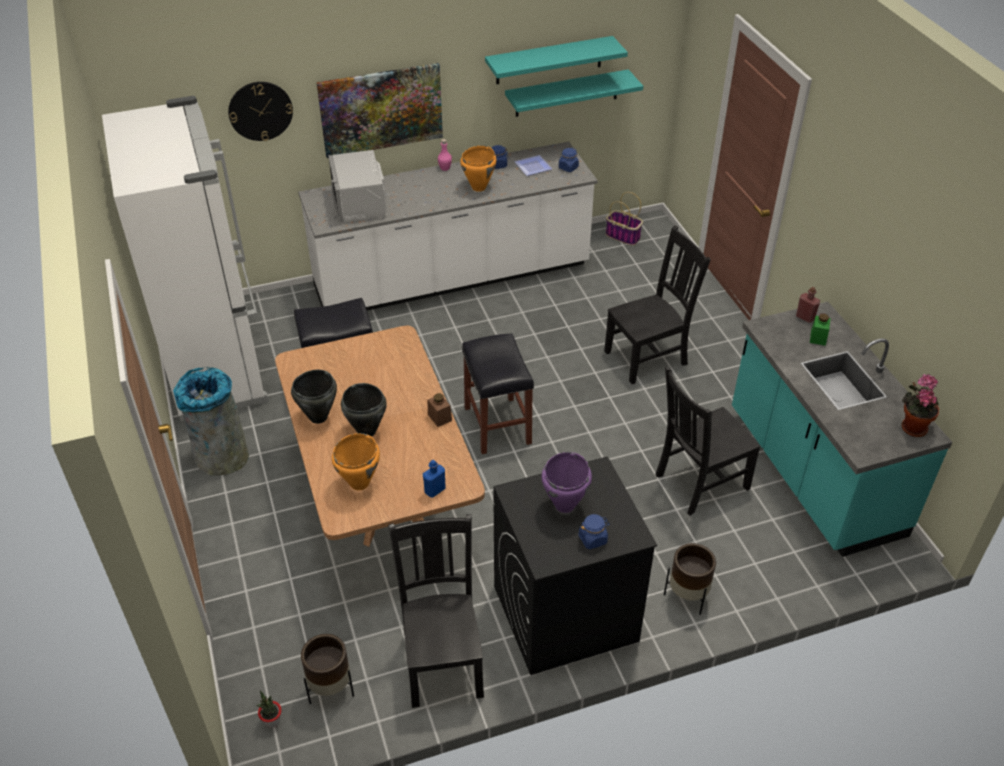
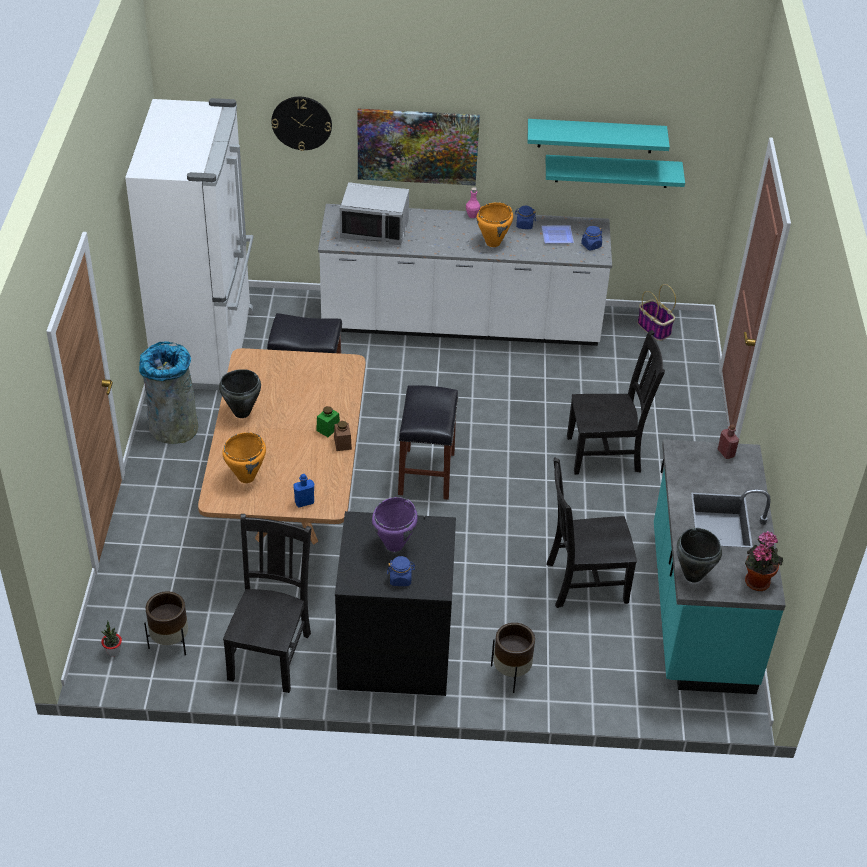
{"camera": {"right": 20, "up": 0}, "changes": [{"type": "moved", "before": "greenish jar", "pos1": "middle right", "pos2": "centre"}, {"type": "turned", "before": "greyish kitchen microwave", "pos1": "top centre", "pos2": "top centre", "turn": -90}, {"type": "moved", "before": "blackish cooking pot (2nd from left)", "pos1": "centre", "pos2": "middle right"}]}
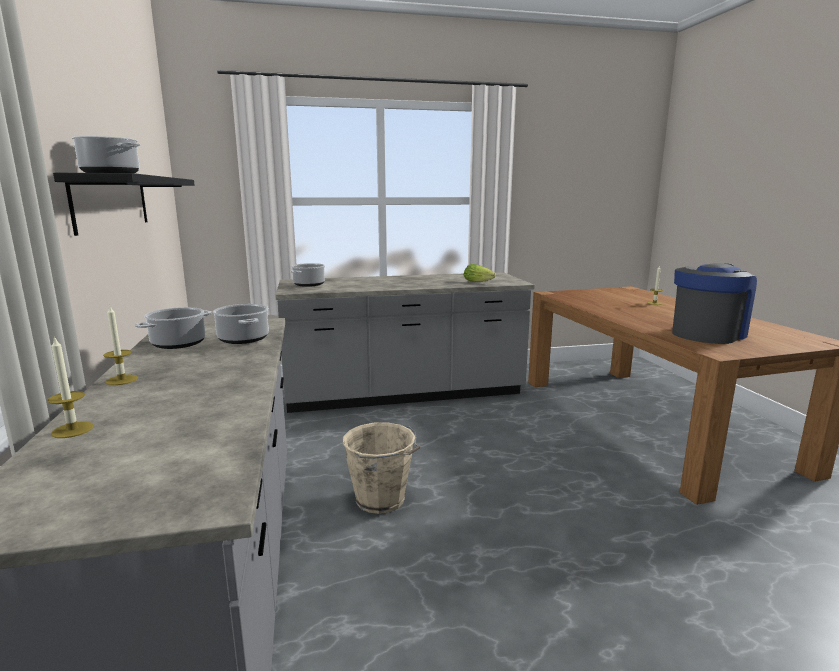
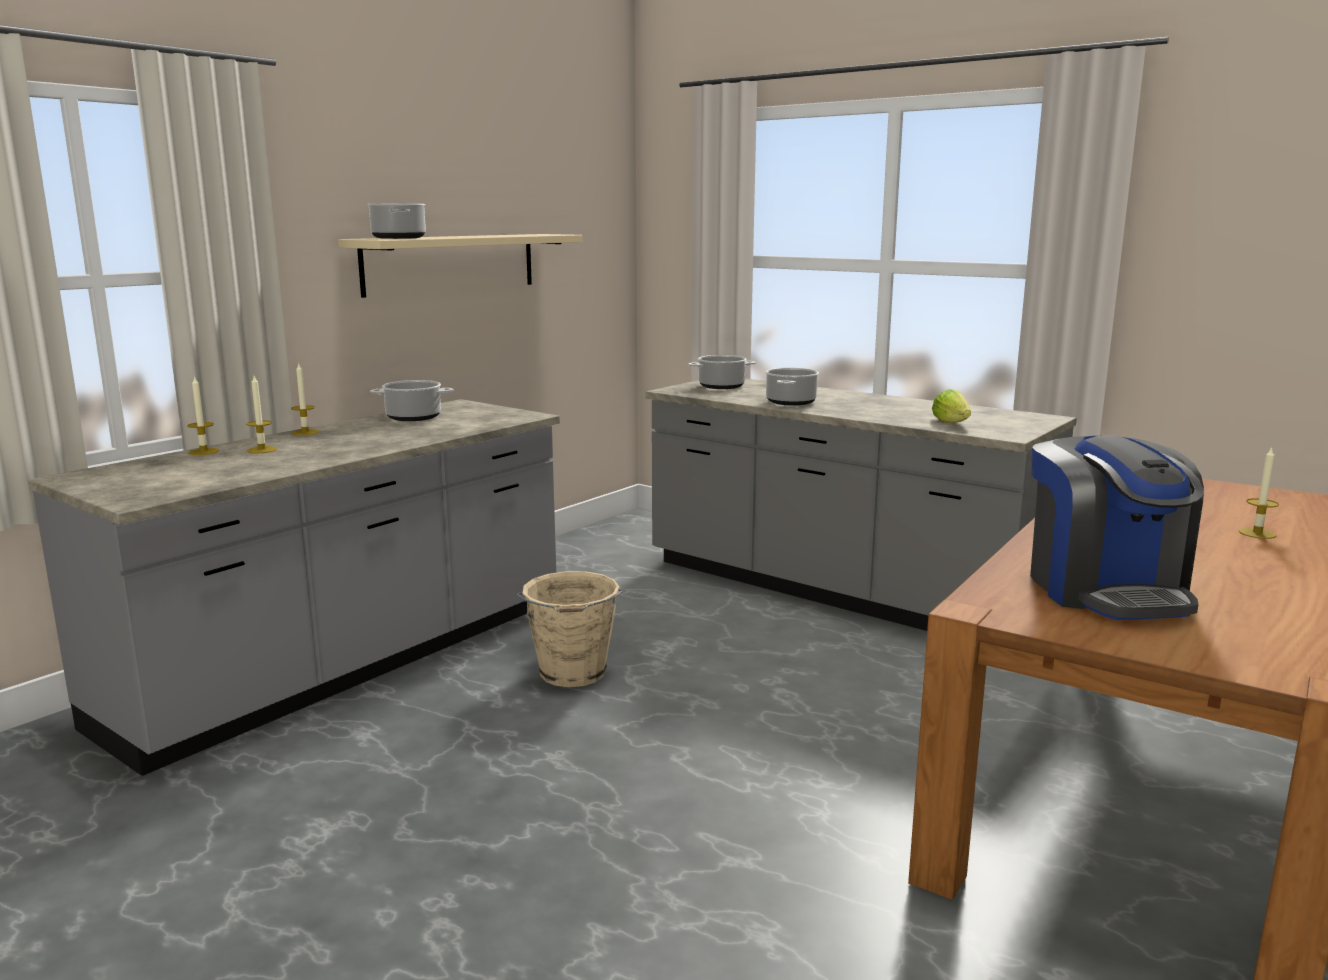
{"camera": {"right": 50, "up": 0}, "changes": [{"type": "added", "after": "wax candle (2nd from left)", "pos2": "middle left"}, {"type": "recoloured", "before": "blackish bracket shelf", "after": "sand-coloured bracket shelf", "pos1": "top left", "pos2": "top centre"}, {"type": "moved", "before": "cooking pot (3rd from left in the first image)", "after": "cooking pot (4th from left)", "pos1": "middle left", "pos2": "centre"}, {"type": "turned", "before": "coffee brewer", "pos1": "middle right", "pos2": "middle right", "turn": 75}]}
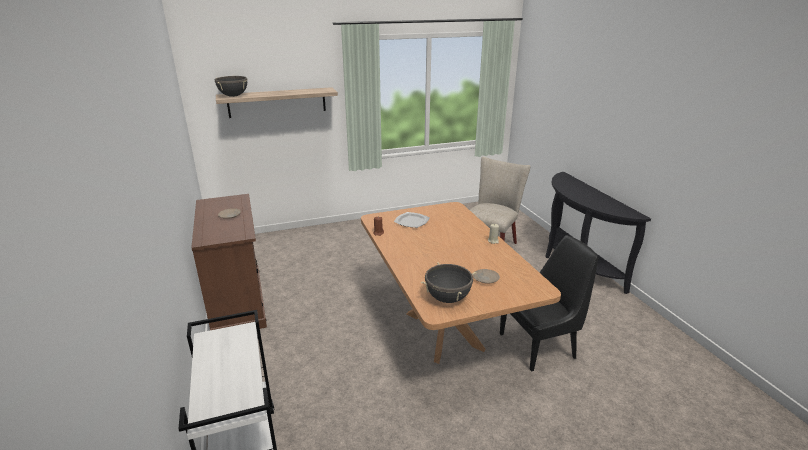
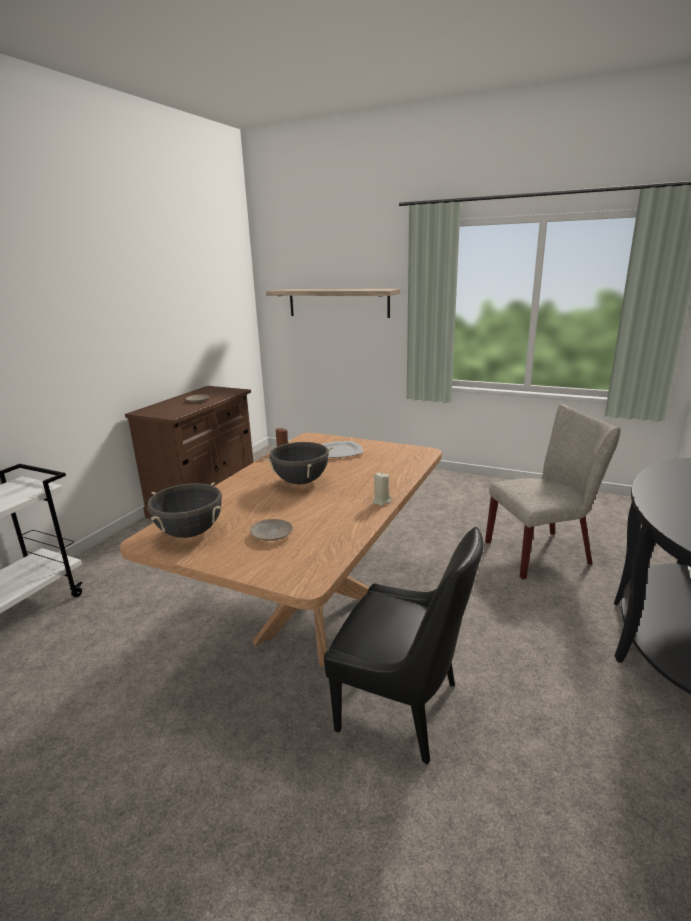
{"camera": {"right": 45, "up": -5}, "changes": [{"type": "moved", "before": "blackish cooking pot (1st from left in the first image)", "after": "blackish cooking pot (2nd from left)", "pos1": "top left", "pos2": "centre"}]}
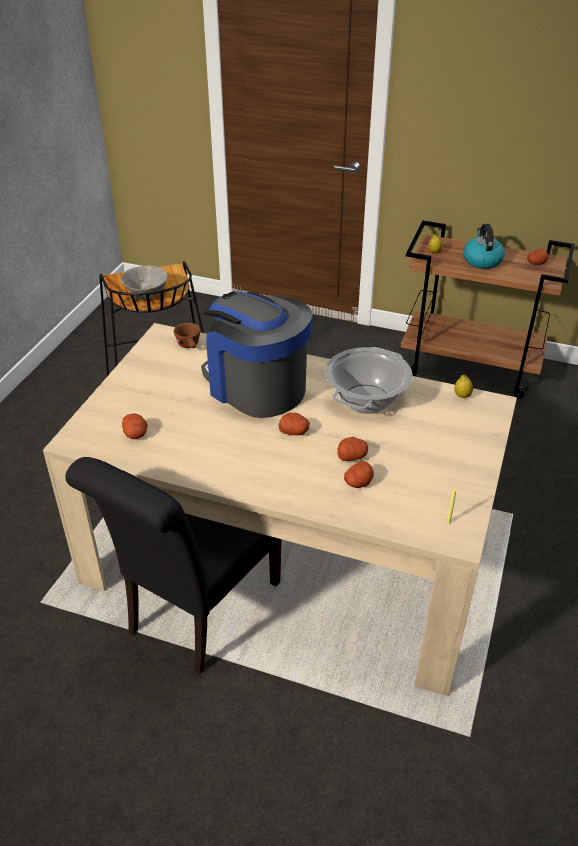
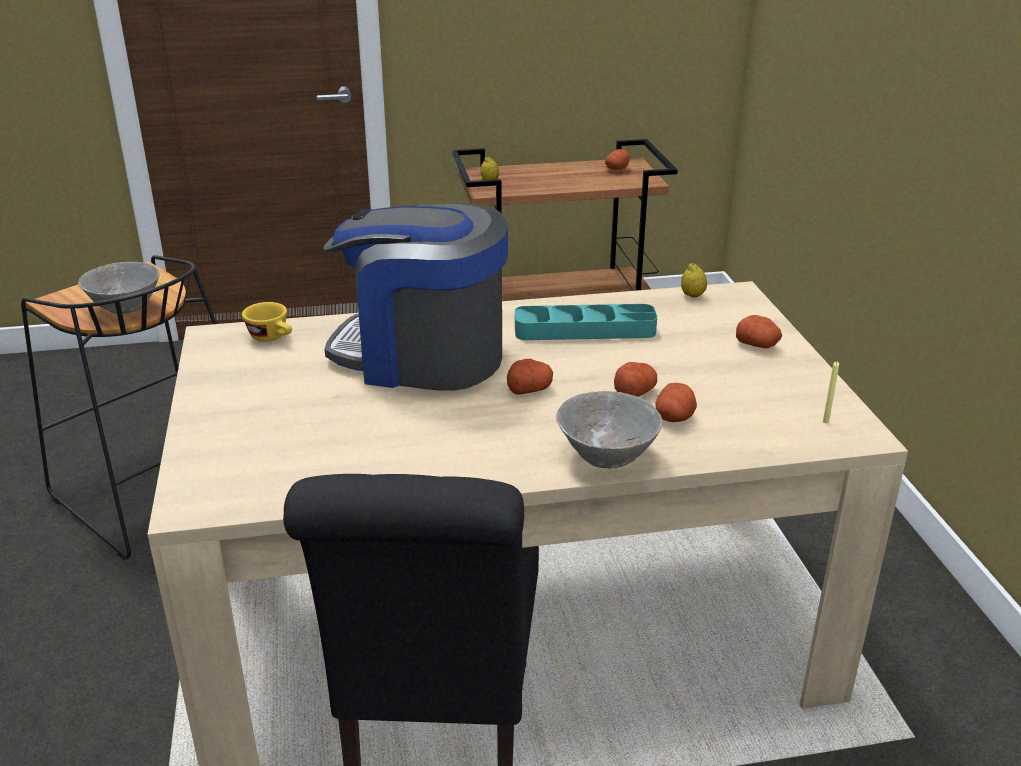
{"camera": {"right": -30, "up": -10}, "changes": [{"type": "recoloured", "before": "brown drinking cup", "after": "yellow-coloured drinking cup", "pos1": "middle left", "pos2": "middle left"}, {"type": "replaced", "before": "cooking pot", "after": "blue-green carrying tray", "pos1": "centre", "pos2": "centre"}, {"type": "added", "after": "greyish deep dish (2nd from left)", "pos2": "centre"}, {"type": "moved", "before": "whole potato (1st from left in the first image)", "after": "whole potato (5th from left)", "pos1": "middle left", "pos2": "middle right"}, {"type": "removed", "before": "tea kettle", "pos1": "top right"}]}
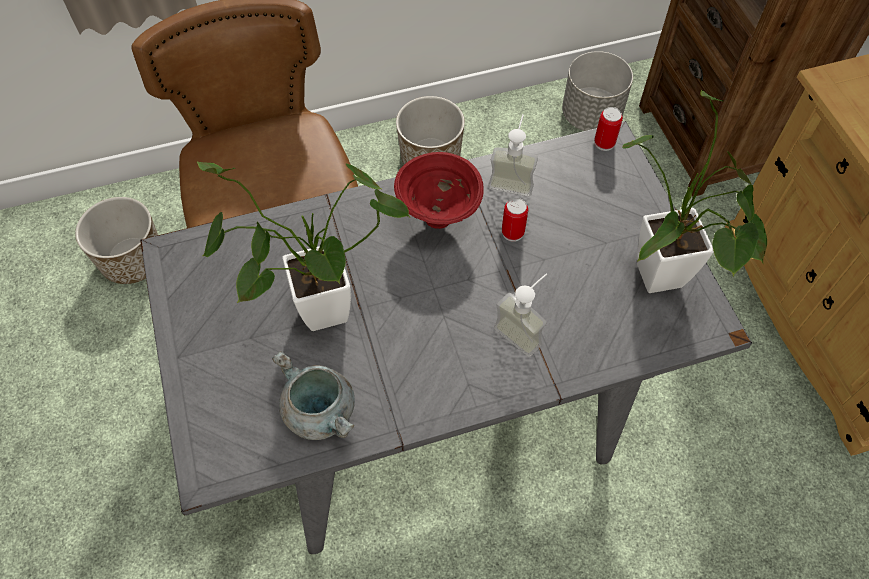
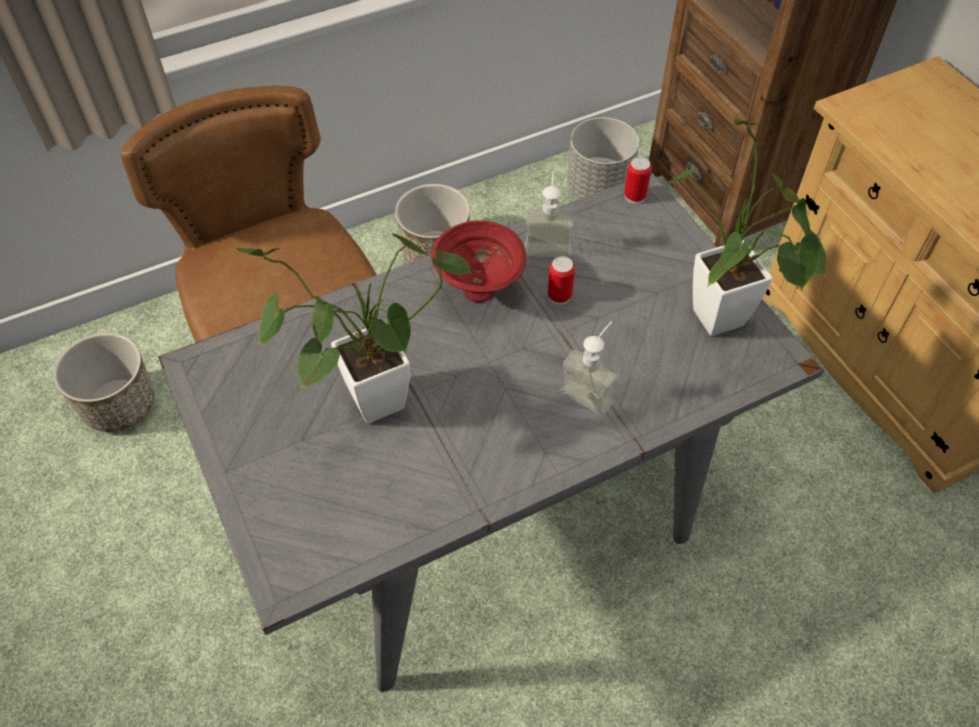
{"camera": {"right": -10, "up": -5}, "changes": [{"type": "removed", "before": "greyish cooking pot", "pos1": "bottom centre"}]}
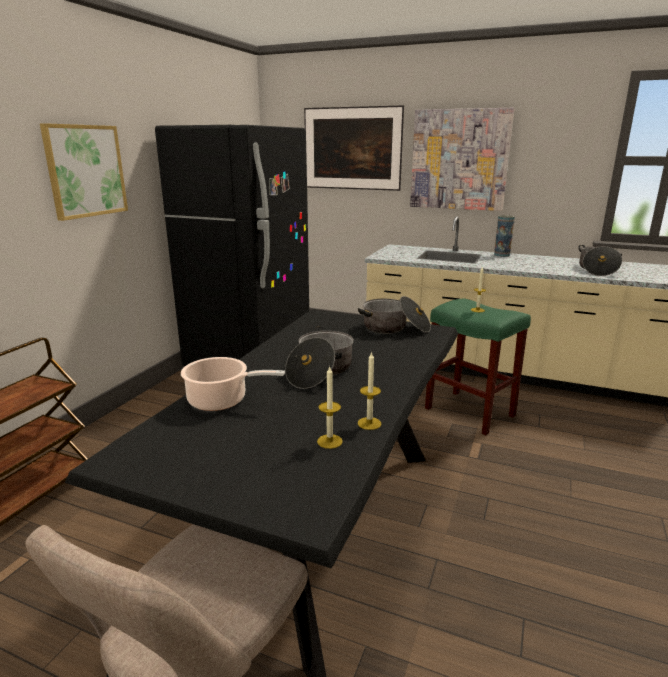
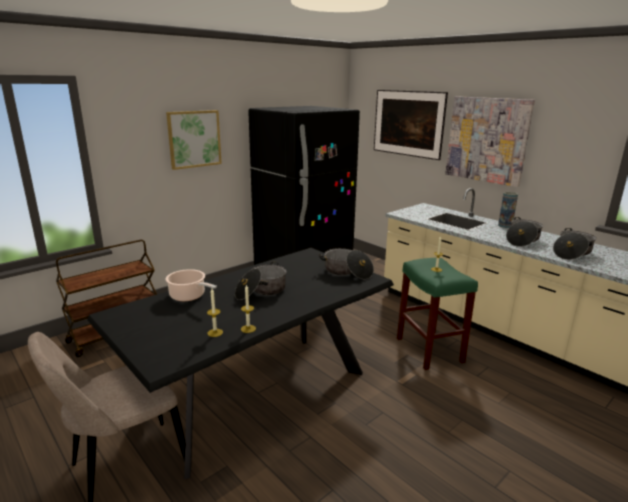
{"camera": {"right": 25, "up": 0}, "changes": [{"type": "added", "after": "cooking pot (4th from left)", "pos2": "middle right"}]}
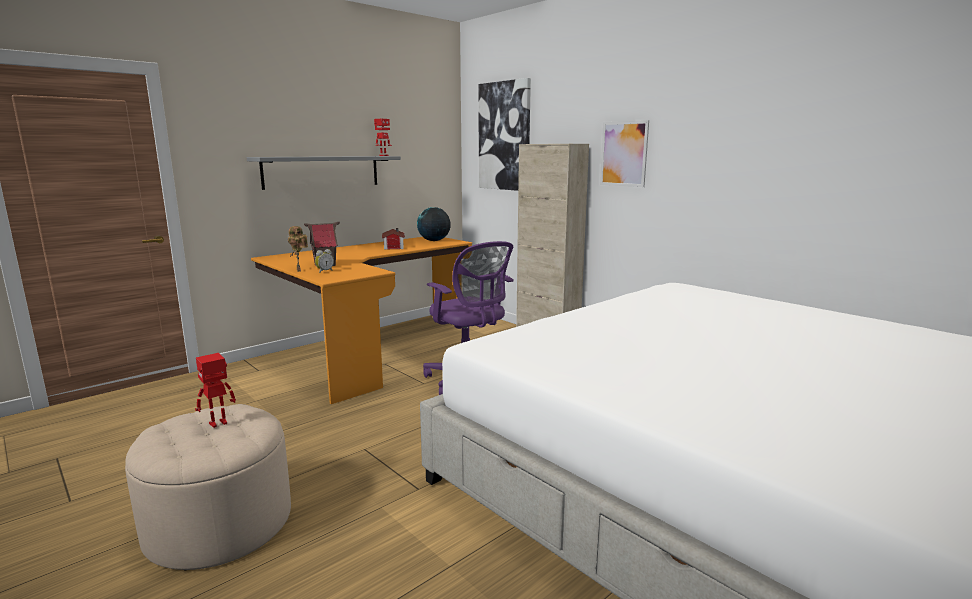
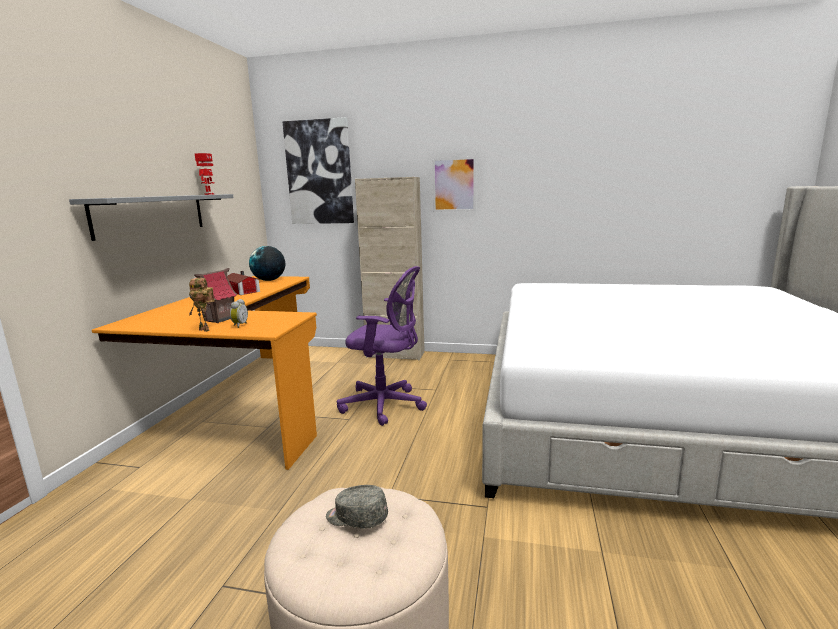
{"camera": {"right": -35, "up": 0}, "changes": [{"type": "replaced", "before": "model robot (1st from left)", "after": "greyish cap", "pos1": "middle left", "pos2": "bottom centre"}]}
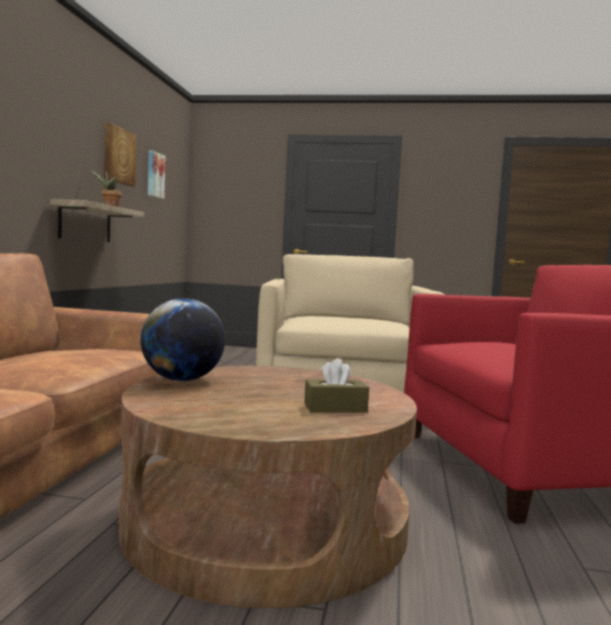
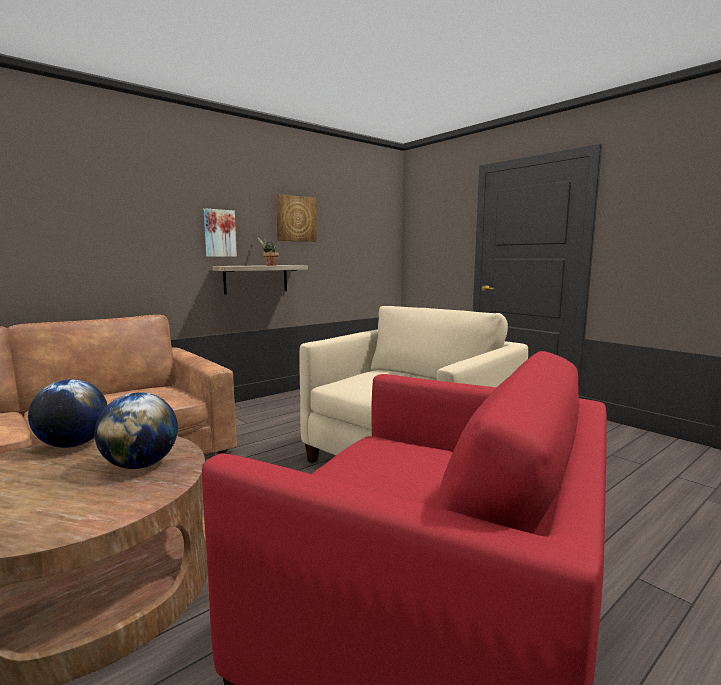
{"camera": {"right": 40, "up": 5}, "changes": [{"type": "added", "after": "desk globe (2nd from left)", "pos2": "middle left"}, {"type": "moved", "before": "wall picture (2nd from left in the first image)", "after": "wall picture (1st from left)", "pos1": "top left", "pos2": "middle left"}, {"type": "removed", "before": "brown box of tissues", "pos1": "centre"}]}
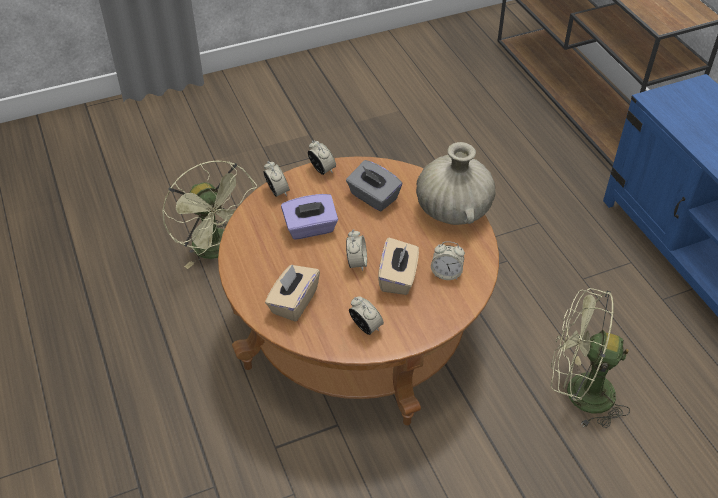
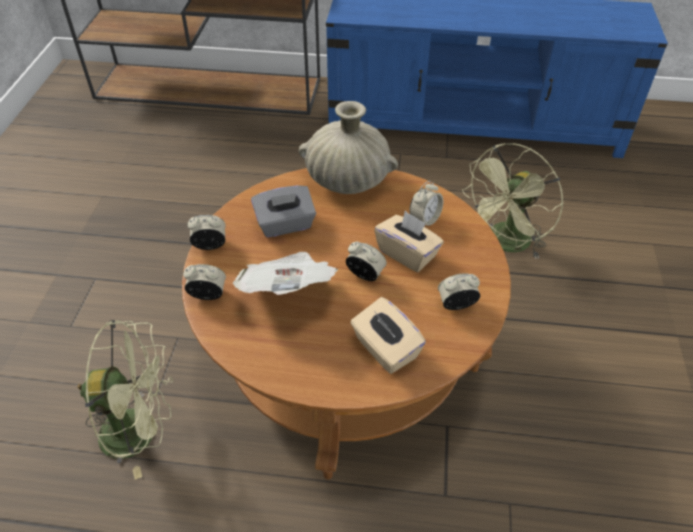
{"camera": {"right": -60, "up": 0}, "changes": [{"type": "replaced", "before": "purple-coloured box of tissues", "after": "printed paper", "pos1": "centre", "pos2": "centre"}]}
